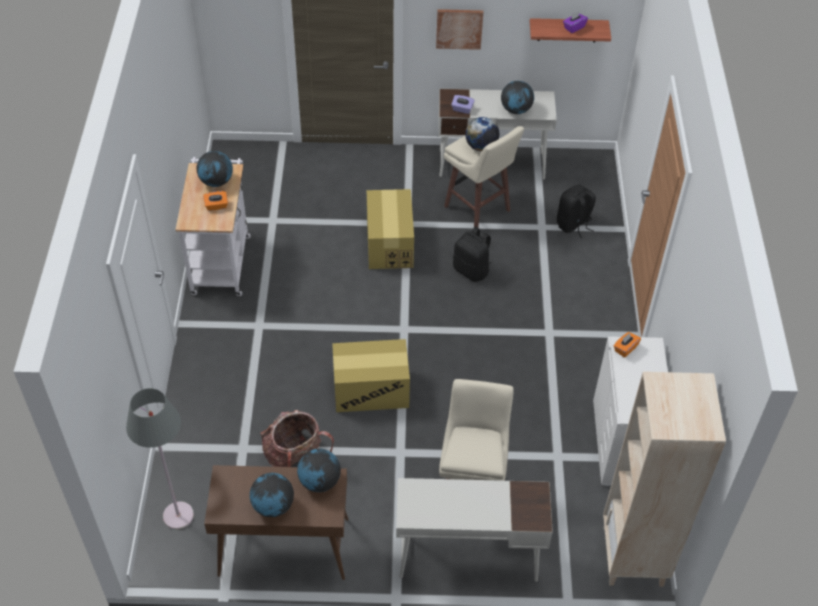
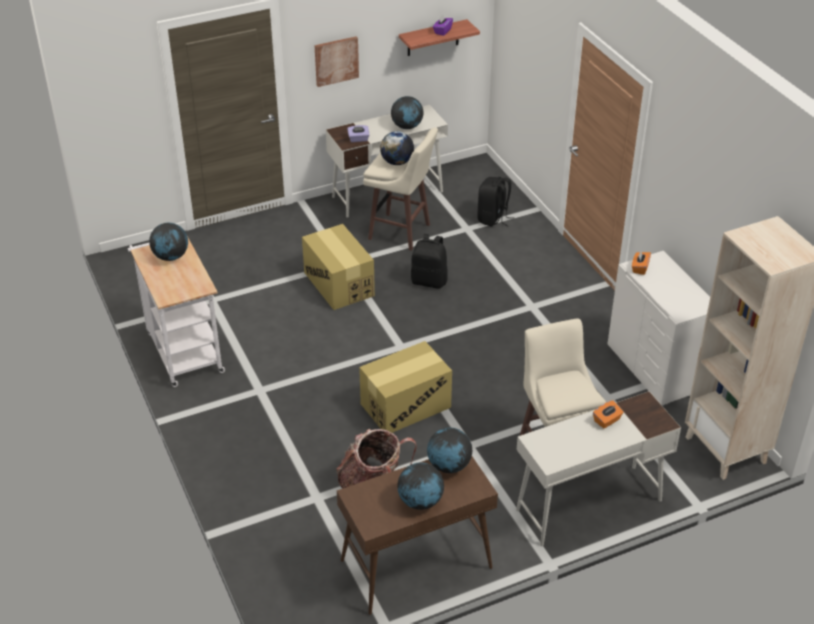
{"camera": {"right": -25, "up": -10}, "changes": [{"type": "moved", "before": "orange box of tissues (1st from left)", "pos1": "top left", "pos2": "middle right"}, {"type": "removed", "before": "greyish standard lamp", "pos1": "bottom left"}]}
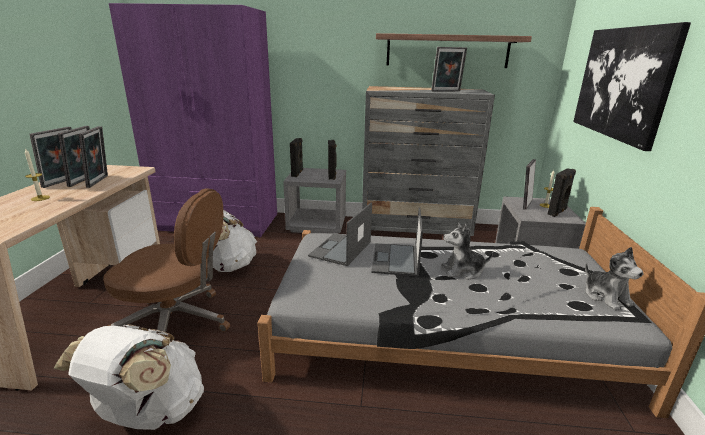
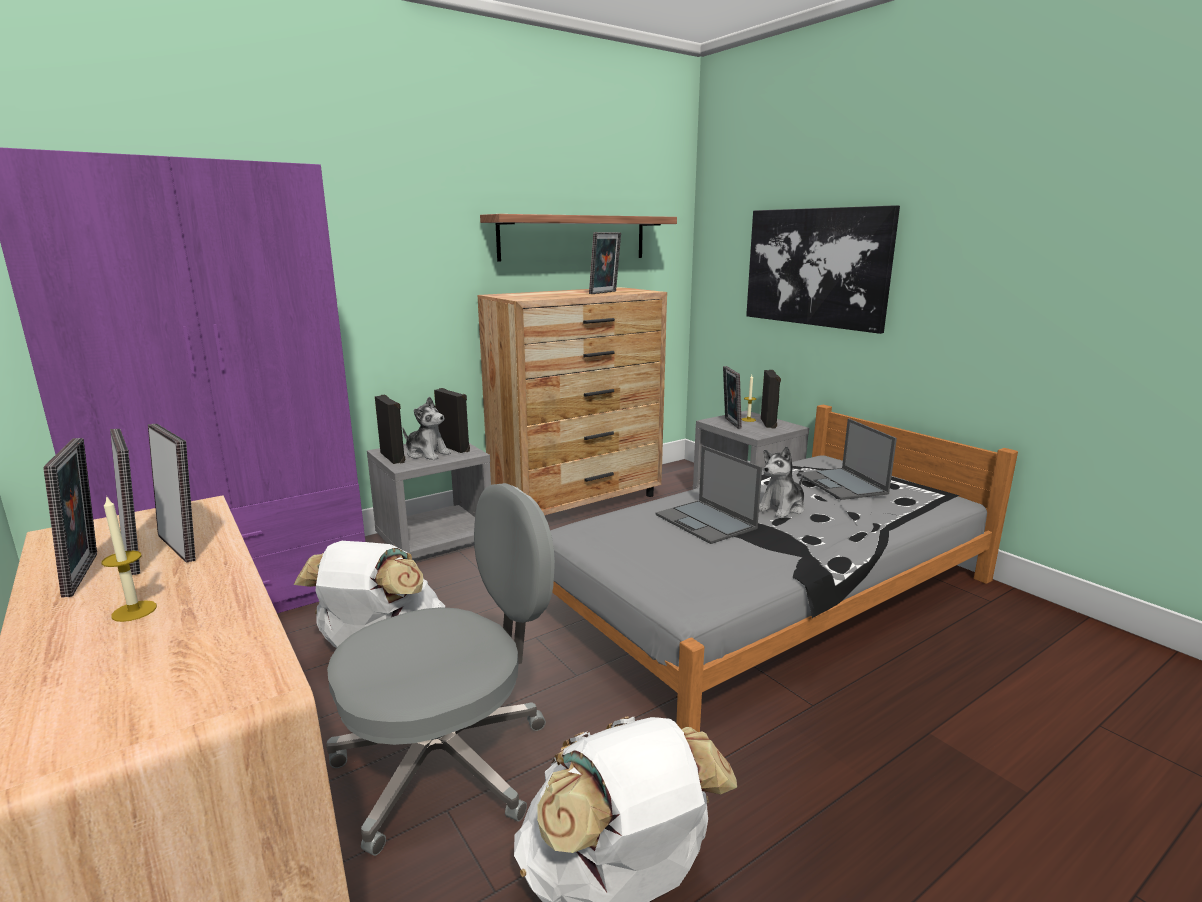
{"camera": {"right": -40, "up": -5}, "changes": [{"type": "recoloured", "before": "brown computer chair", "after": "greyish computer chair", "pos1": "middle left", "pos2": "bottom centre"}, {"type": "moved", "before": "plush toy (2nd from left in the first image)", "after": "plush toy (1st from left)", "pos1": "middle right", "pos2": "centre"}, {"type": "recoloured", "before": "greyish dresser", "after": "brown dresser", "pos1": "centre", "pos2": "centre"}, {"type": "moved", "before": "laptop (1st from left in the first image)", "after": "laptop (2nd from left)", "pos1": "centre", "pos2": "middle right"}]}
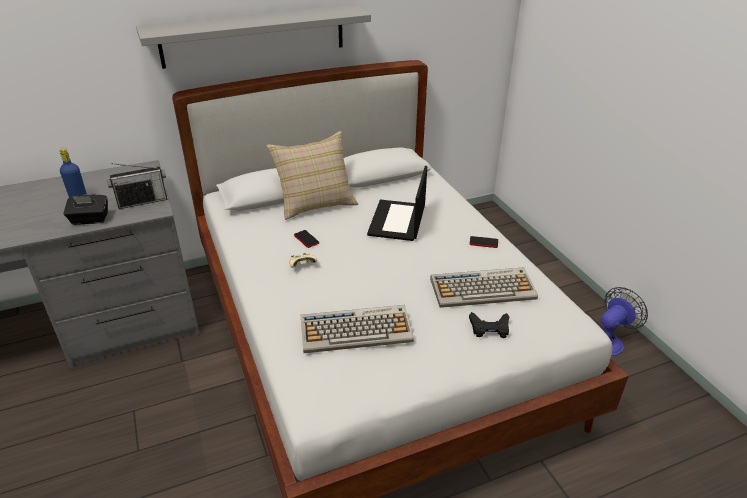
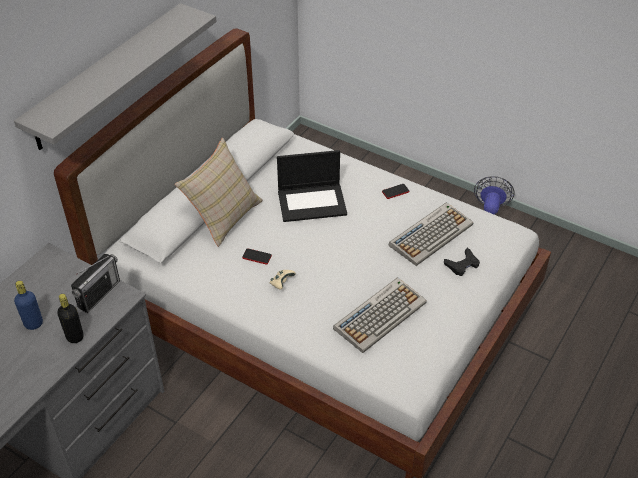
{"camera": {"right": -35, "up": 10}, "changes": [{"type": "replaced", "before": "blackish box of tissues", "after": "blackish bottle", "pos1": "middle left", "pos2": "middle left"}, {"type": "turned", "before": "laptop", "pos1": "centre", "pos2": "centre", "turn": -75}]}
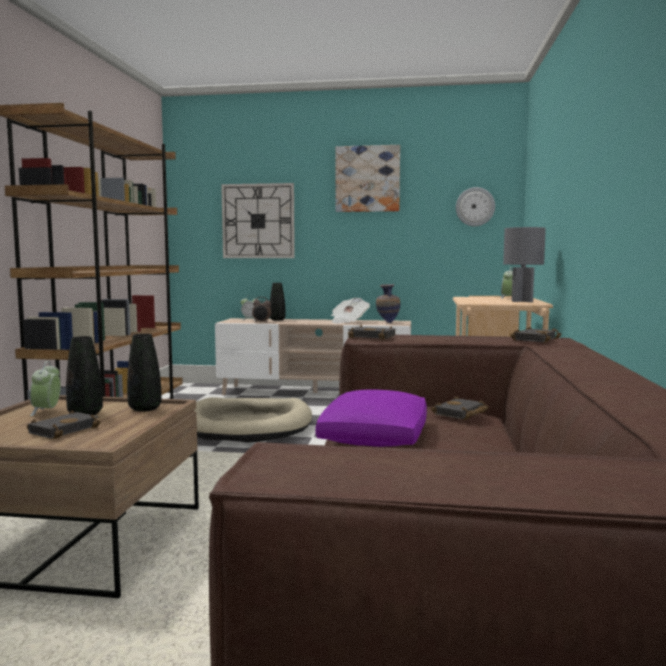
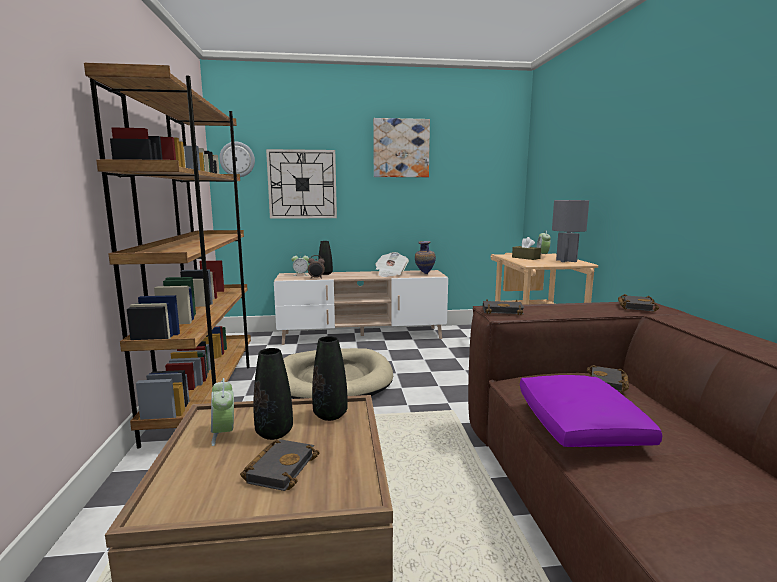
{"camera": {"right": -15, "up": 5}, "changes": [{"type": "moved", "before": "clock on the wall (2nd from left in the first image)", "after": "clock on the wall (1st from left)", "pos1": "top right", "pos2": "top left"}, {"type": "added", "after": "brown box of tissues", "pos2": "middle right"}]}
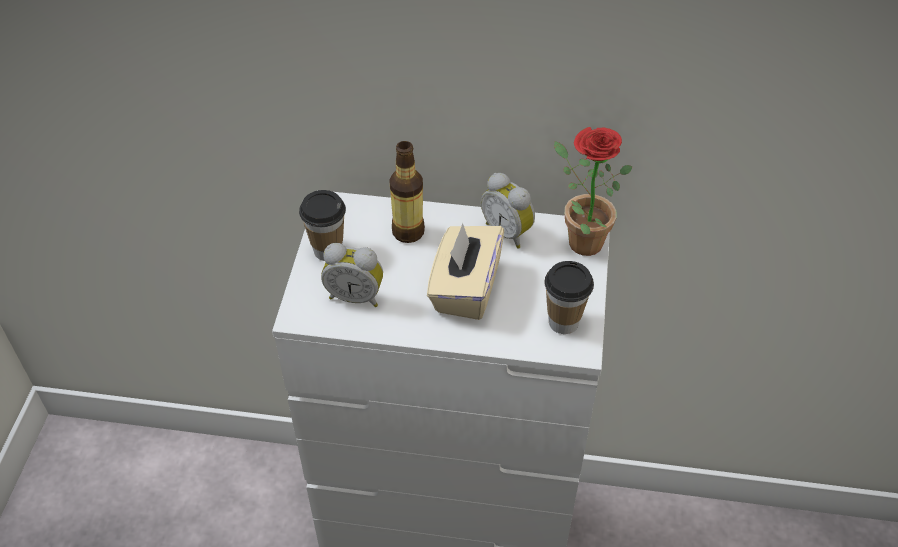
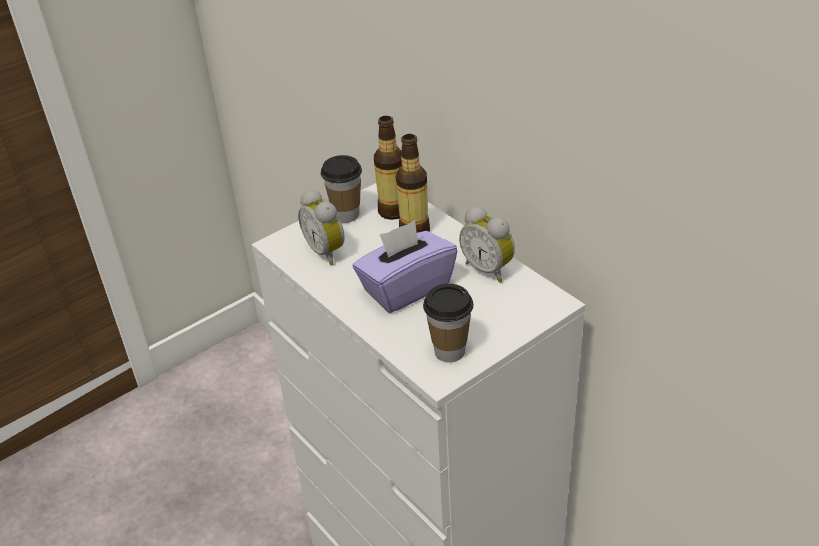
{"camera": {"right": 45, "up": -10}, "changes": [{"type": "recoloured", "before": "sand-coloured box of tissues", "after": "purple-coloured box of tissues", "pos1": "centre", "pos2": "centre"}, {"type": "added", "after": "bottle (1st from left)", "pos2": "top centre"}, {"type": "turned", "before": "bedside clock (2nd from left)", "pos1": "centre", "pos2": "centre", "turn": -45}, {"type": "removed", "before": "plant in a pot", "pos1": "centre"}]}
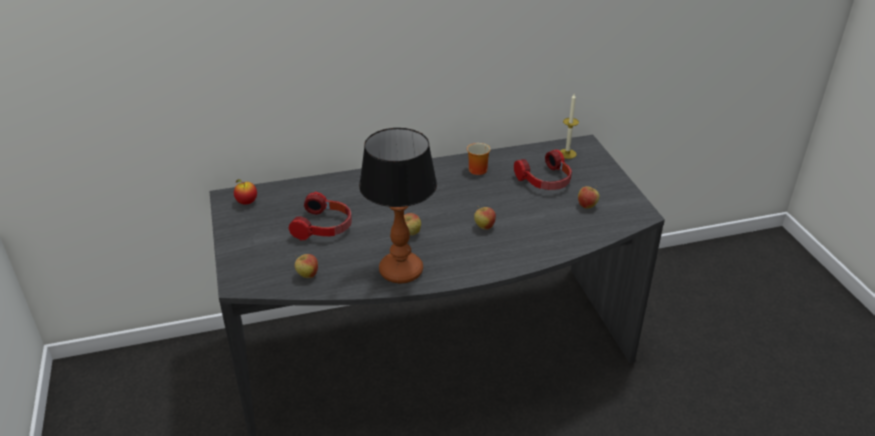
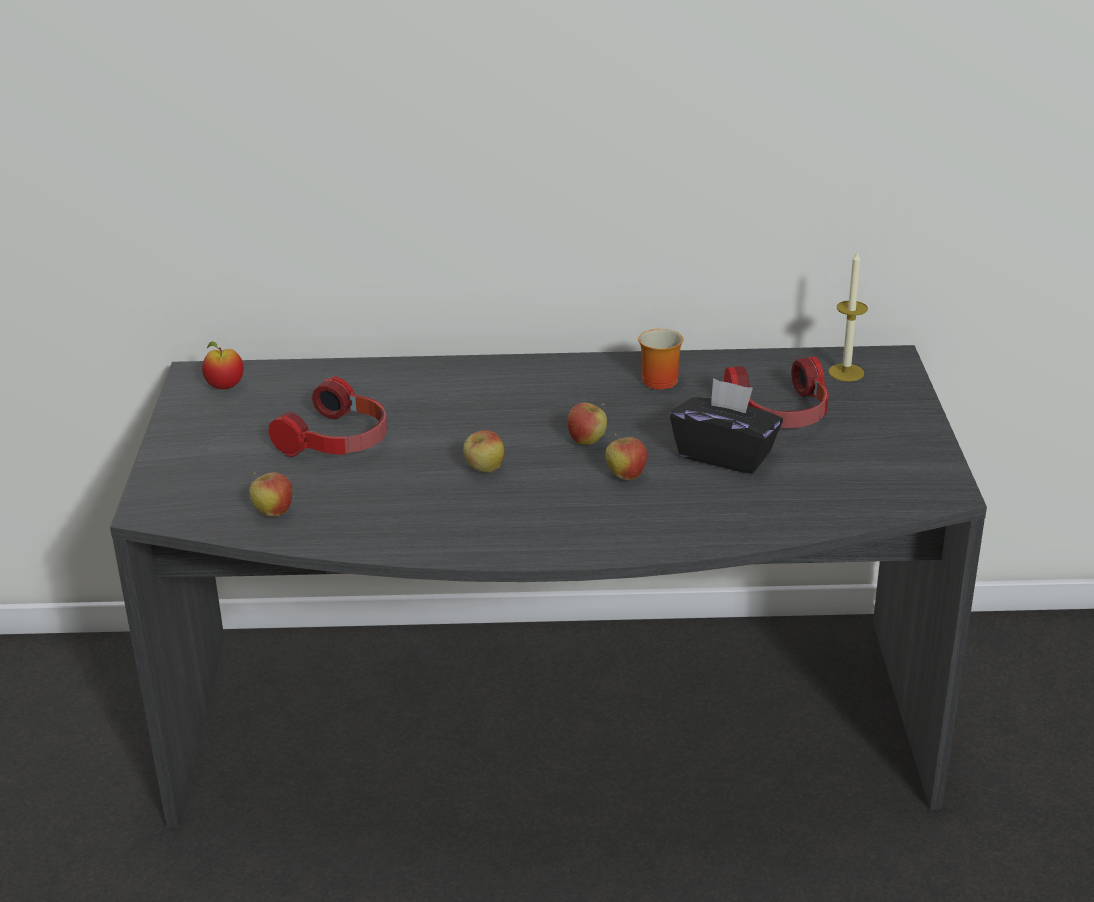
{"camera": {"right": 15, "up": -5}, "changes": [{"type": "moved", "before": "apple (5th from left in the first image)", "after": "apple (4th from left)", "pos1": "middle right", "pos2": "centre"}, {"type": "added", "after": "blackish box of tissues", "pos2": "centre"}, {"type": "removed", "before": "tabletop lamp", "pos1": "centre"}]}
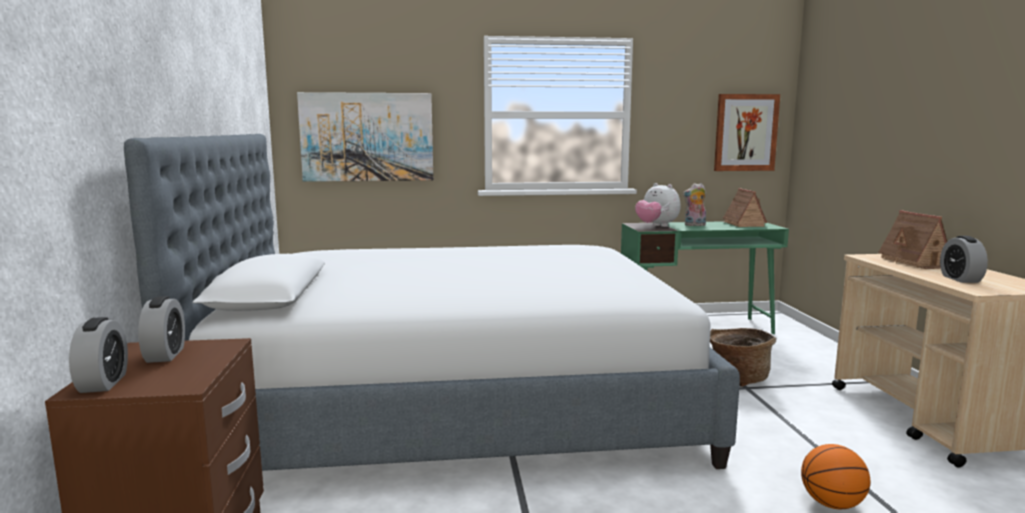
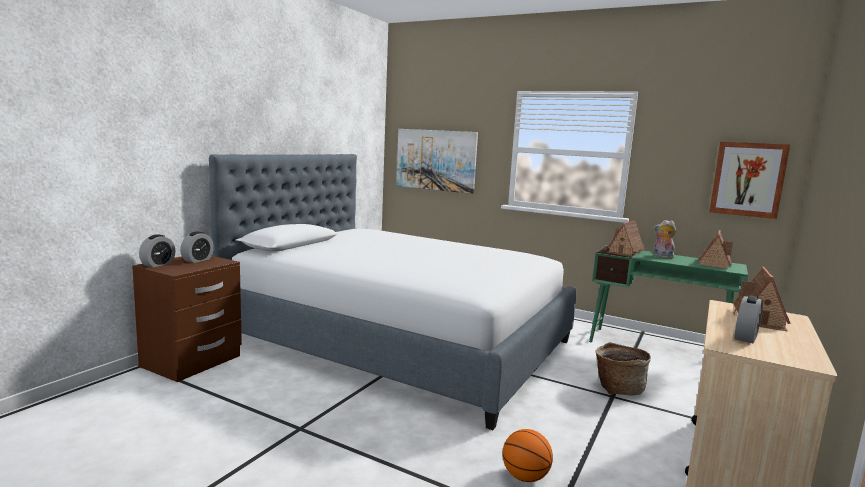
{"camera": {"right": 35, "up": 0}, "changes": [{"type": "replaced", "before": "plush toy (1st from left)", "after": "model house (1st from left)", "pos1": "centre", "pos2": "middle right"}]}
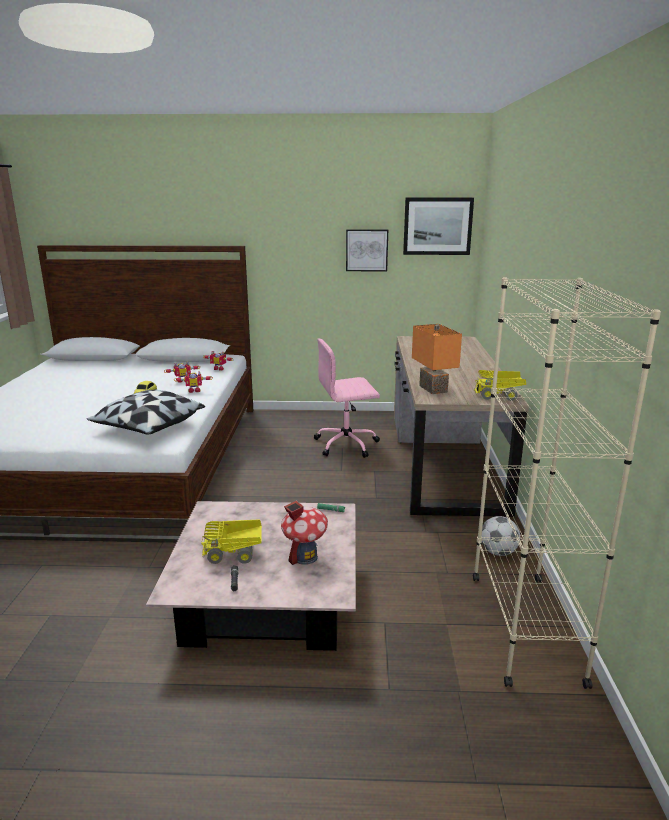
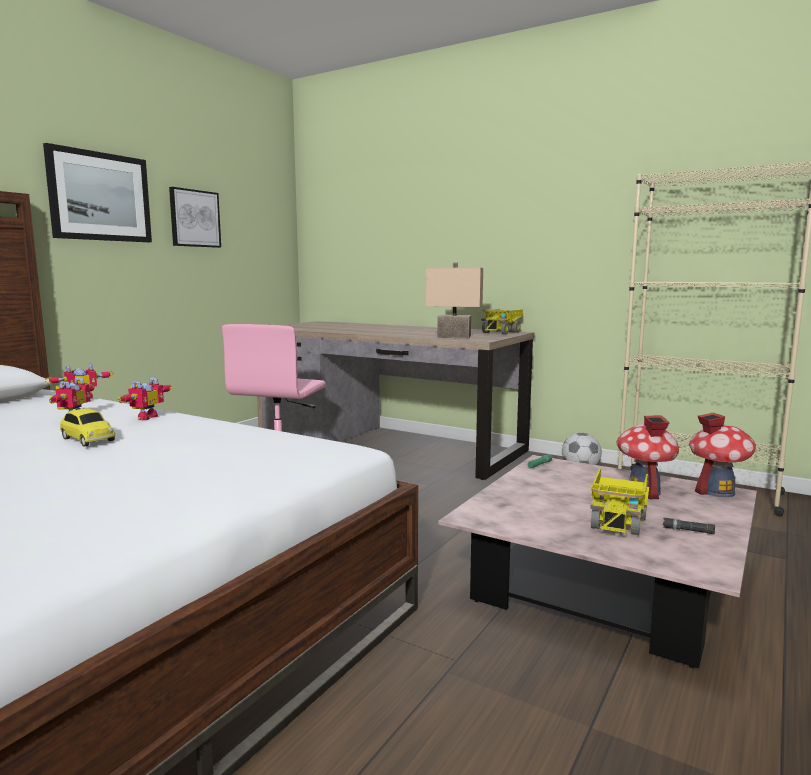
{"camera": {"right": -60, "up": -10}, "changes": [{"type": "moved", "before": "wall picture (2nd from left in the first image)", "after": "wall picture (1st from left)", "pos1": "top centre", "pos2": "top left"}, {"type": "recoloured", "before": "orange tabletop lamp", "after": "sand-coloured tabletop lamp", "pos1": "centre", "pos2": "centre"}, {"type": "added", "after": "model house (2nd from left)", "pos2": "middle right"}, {"type": "removed", "before": "throw pillow", "pos1": "middle left"}]}
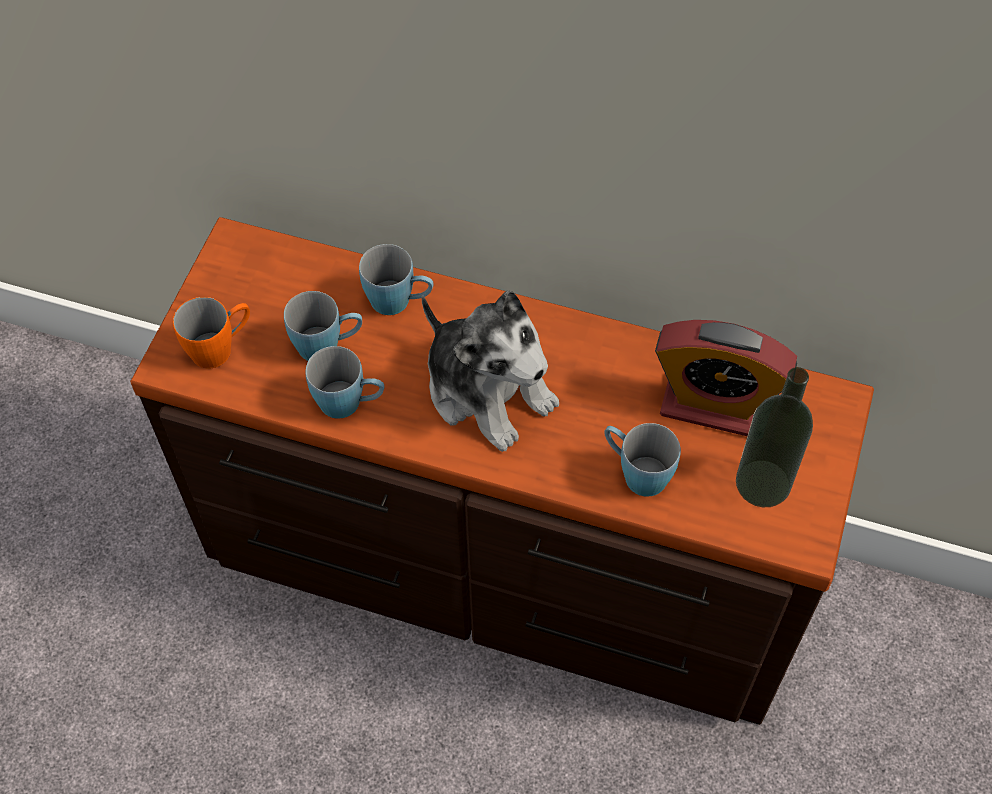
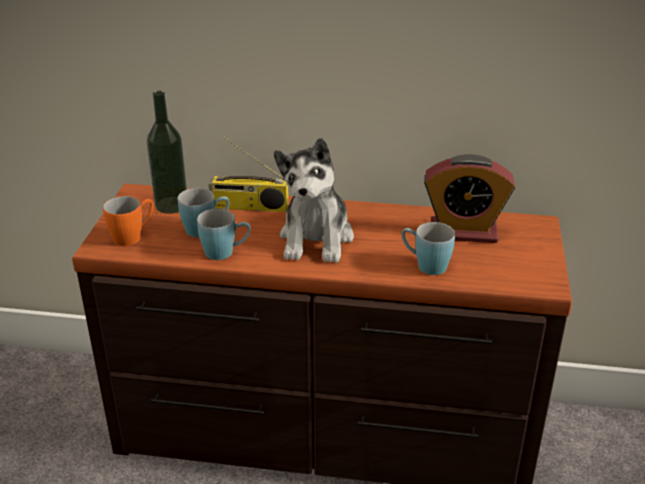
{"camera": {"right": -10, "up": -25}, "changes": [{"type": "moved", "before": "bottle", "pos1": "middle right", "pos2": "top left"}, {"type": "replaced", "before": "blue-coloured mug (3rd from left)", "after": "radio receiver", "pos1": "centre", "pos2": "centre"}, {"type": "turned", "before": "plush toy", "pos1": "centre", "pos2": "centre", "turn": 60}]}
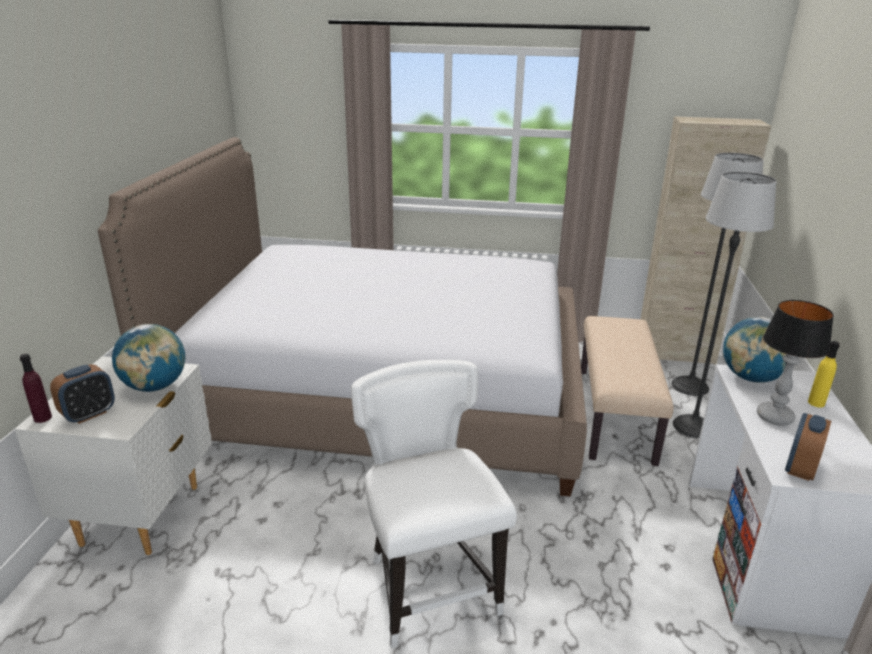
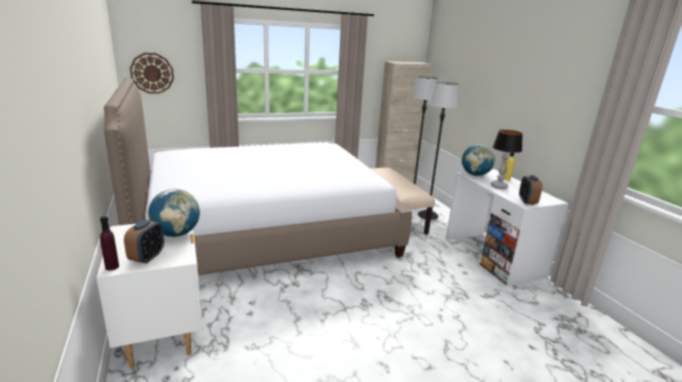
{"camera": {"right": -30, "up": -5}, "changes": [{"type": "added", "after": "clock on the wall", "pos2": "top left"}, {"type": "removed", "before": "white-coloured chair", "pos1": "bottom centre"}]}
